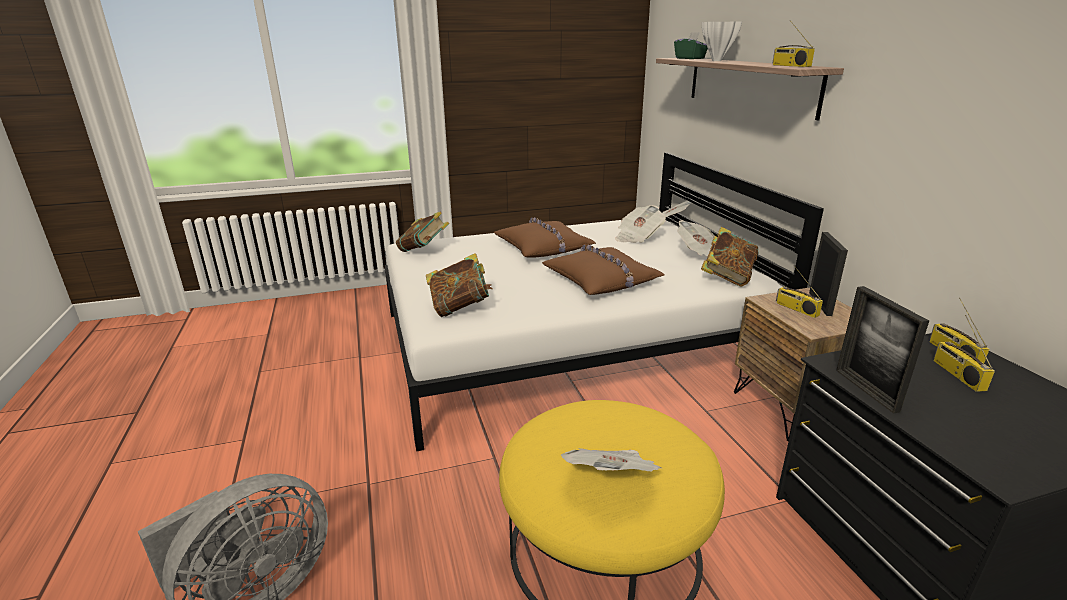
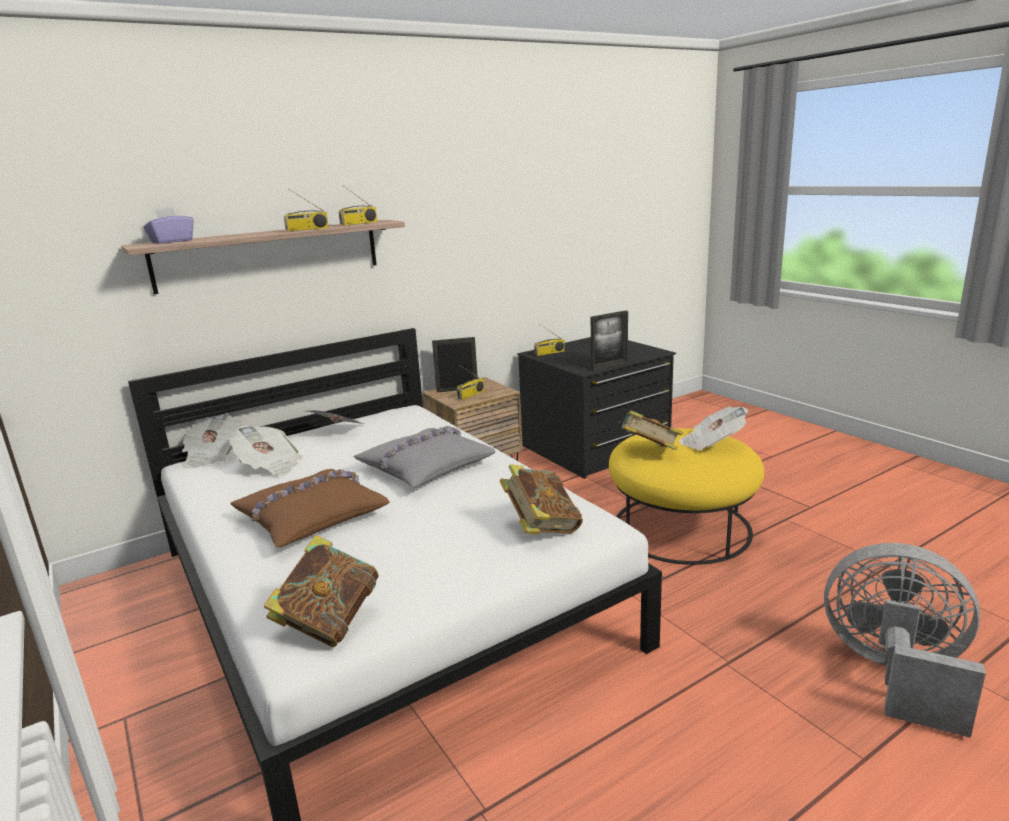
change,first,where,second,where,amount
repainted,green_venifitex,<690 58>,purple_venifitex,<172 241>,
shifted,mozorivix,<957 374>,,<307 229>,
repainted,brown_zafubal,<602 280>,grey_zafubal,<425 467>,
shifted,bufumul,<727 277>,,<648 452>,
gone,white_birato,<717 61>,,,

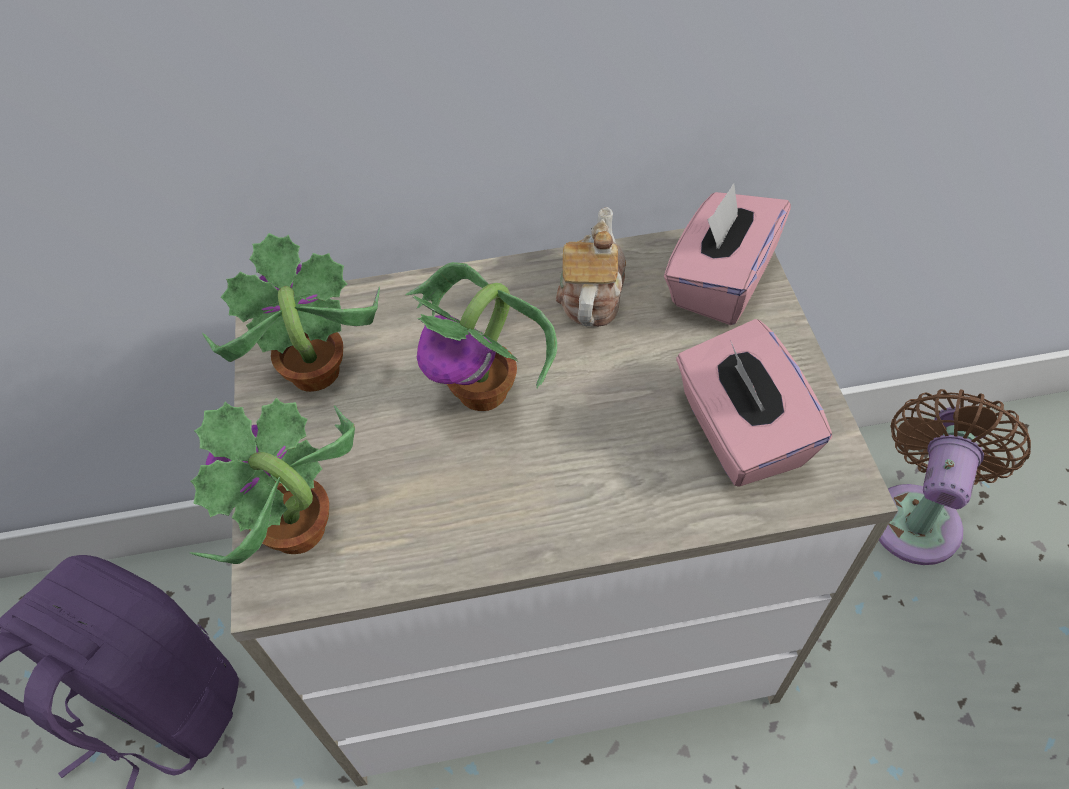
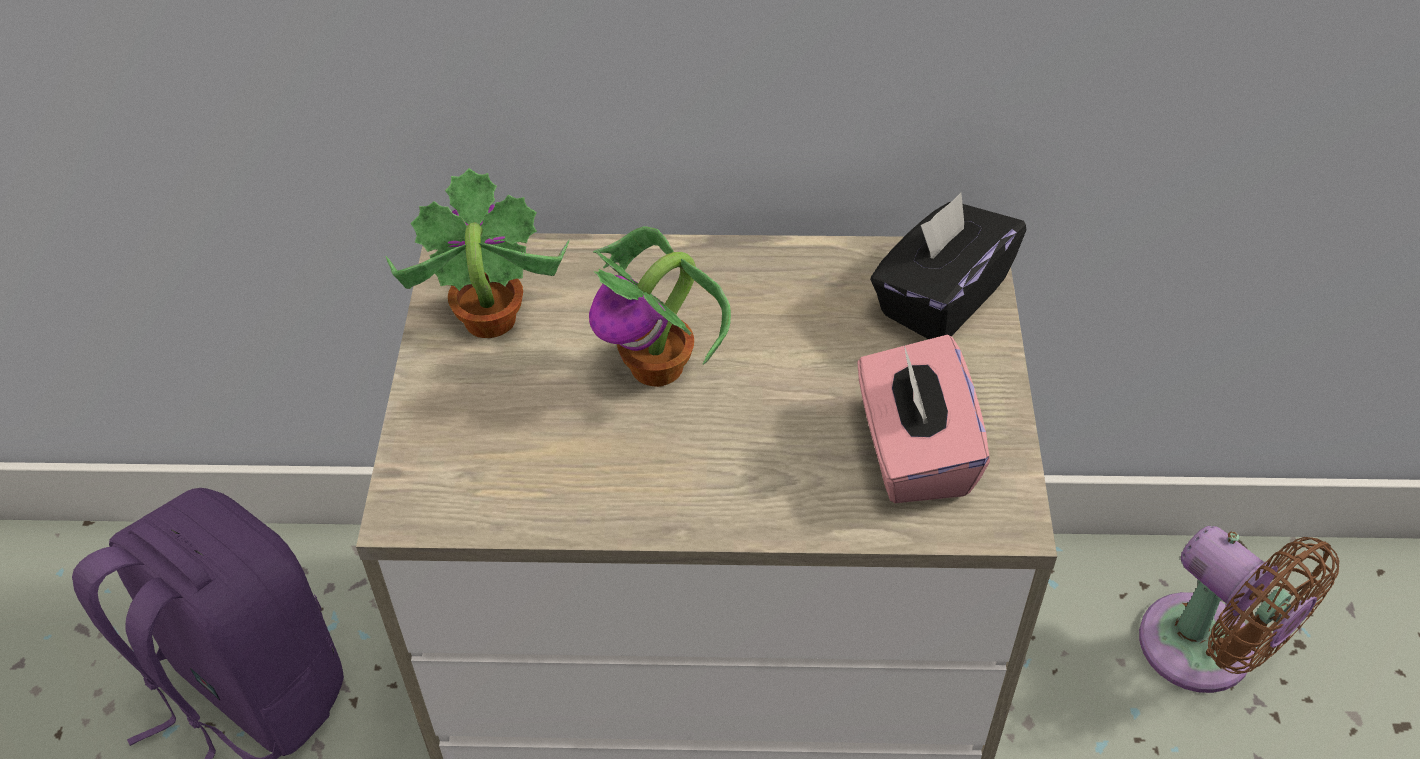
change,first,where,second,where,amount
repainted,pink_venifitex,<719 281>,black_venifitex,<940 298>,
rotated,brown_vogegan,<918 515>,,<1206 653>,105 degrees clockwise
gone,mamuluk,<297 531>,,,
gone,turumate,<591 295>,,,

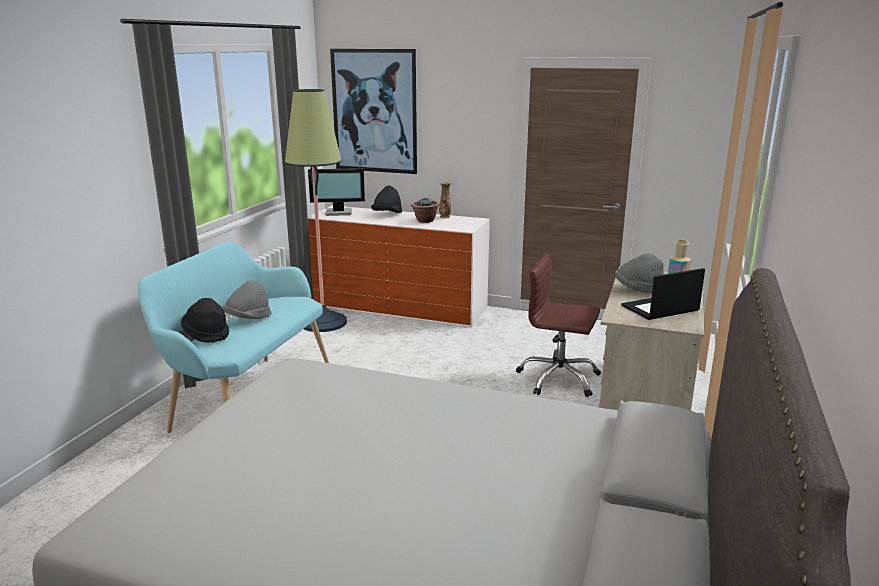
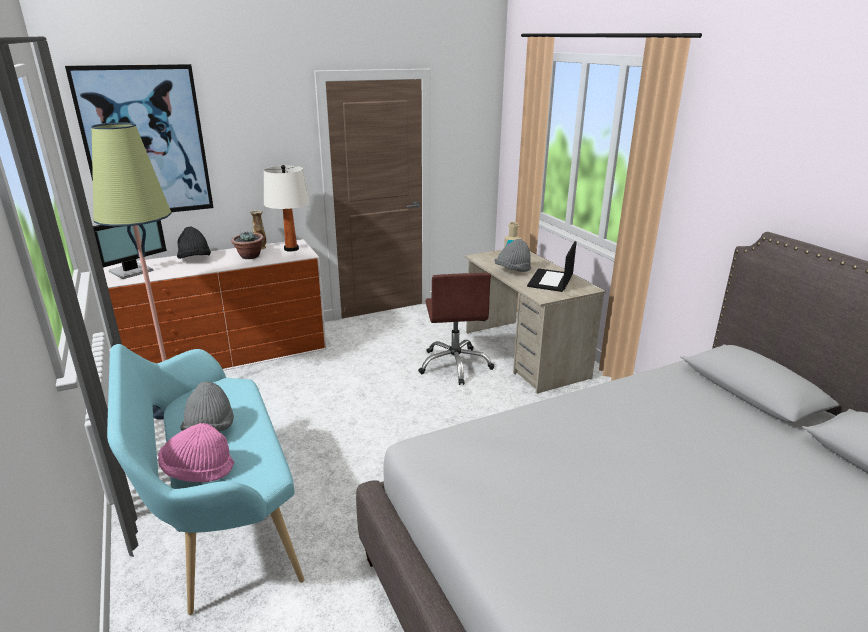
change,first,where,second,where,amount
repainted,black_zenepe,<207 334>,pink_zenepe,<198 470>,
new,,,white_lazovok,<291 249>,
rotated,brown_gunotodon,<558 379>,,<455 365>,75 degrees counterclockwise

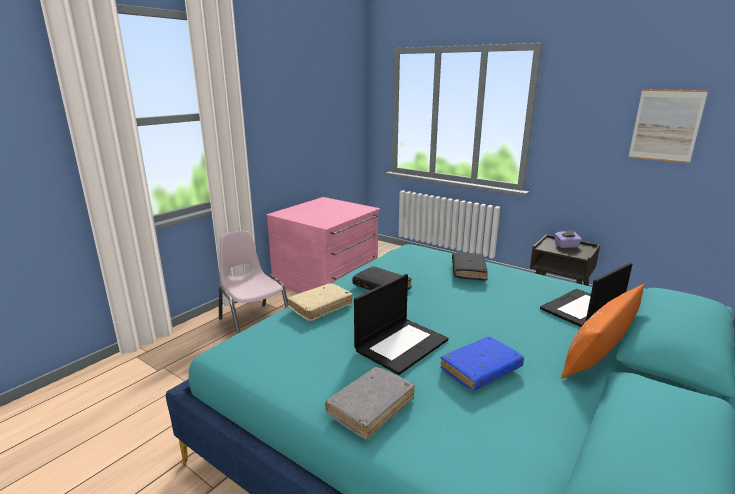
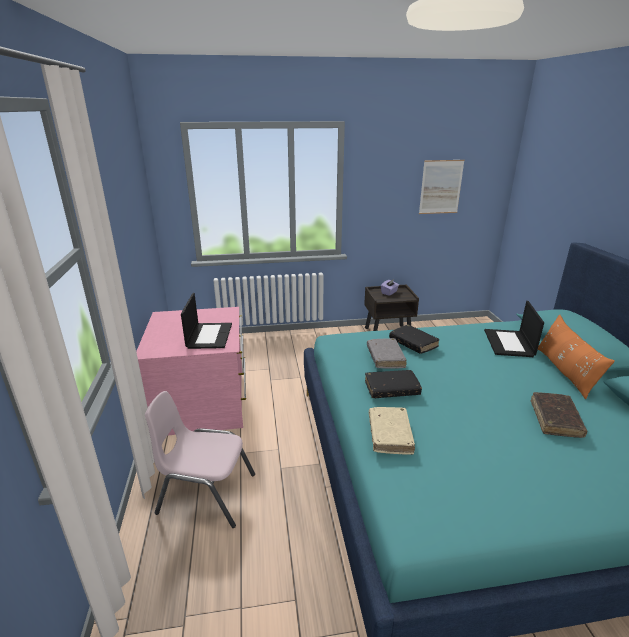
change,first,where,second,where,amount
shifted,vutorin,<401 344>,,<209 335>,
shifted,grey_bufumul,<371 407>,,<385 358>,
repainted,blue_bufumul,<480 369>,brown_bufumul,<555 419>,

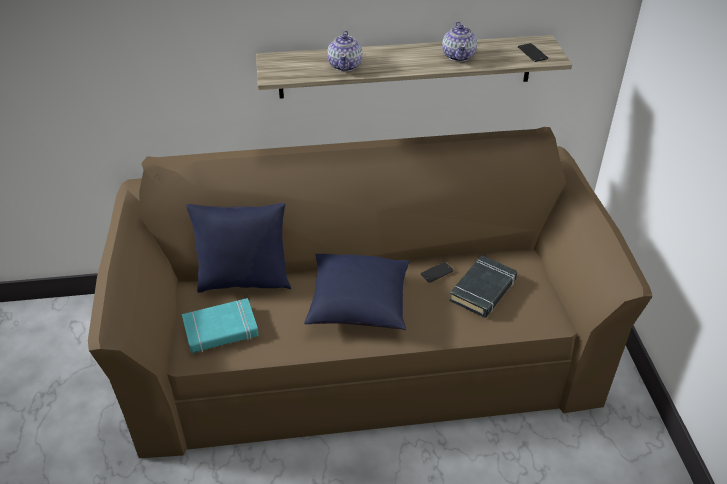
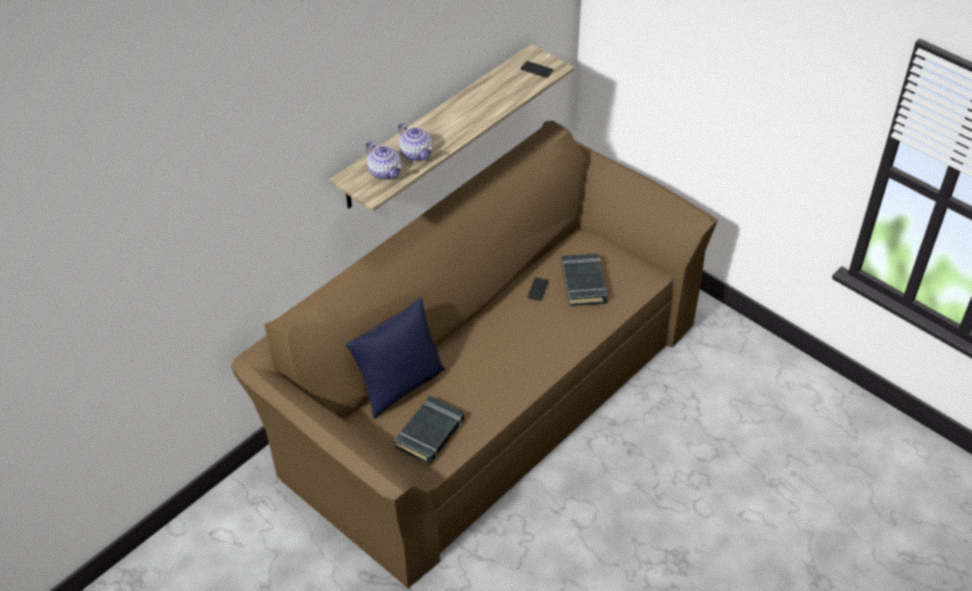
change,first,where,second,where,amount
shifted,turumate,<458 56>,,<384 172>,
repainted,turquoise_bufumul,<221 330>,black_bufumul,<430 433>,
gone,blue_zafubal,<358 305>,,,

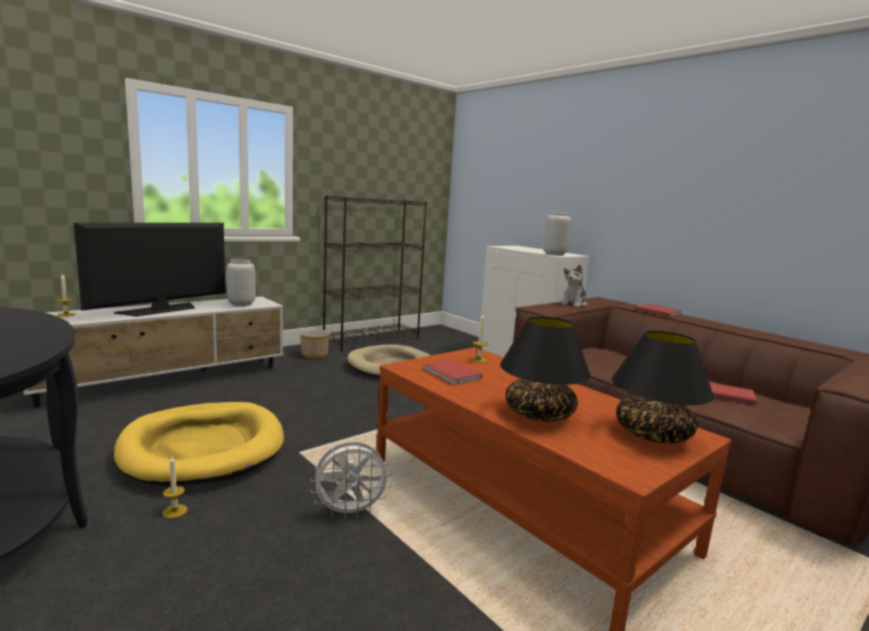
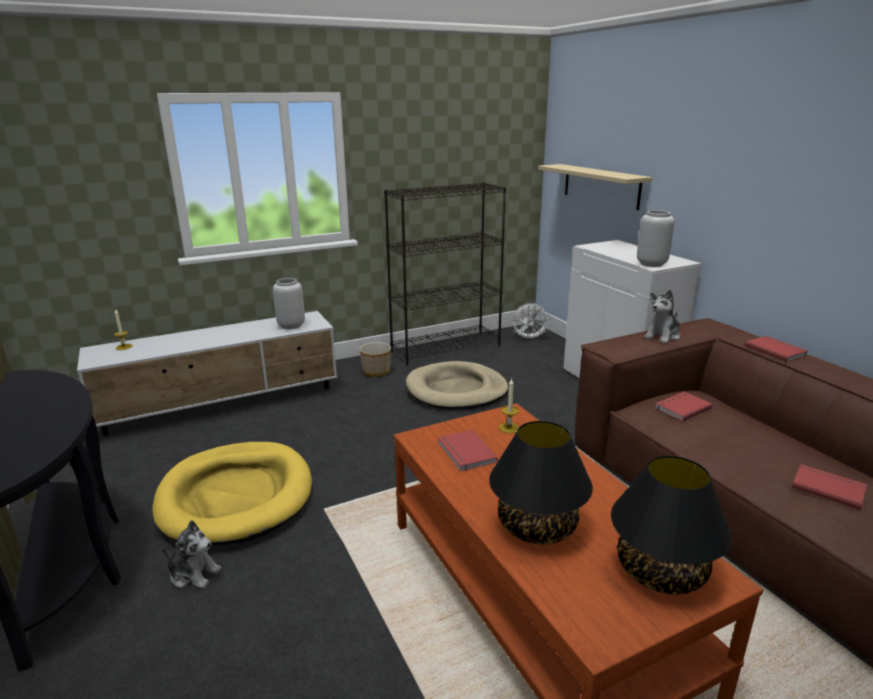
change,first,where,second,where,amount
swapped,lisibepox,<175 511>,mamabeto,<193 573>,
shifted,white_vogegan,<350 512>,,<529 338>,
new,,,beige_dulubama,<601 186>,
new,,,red_bufumul,<681 407>,
gone,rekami,<160 310>,,,

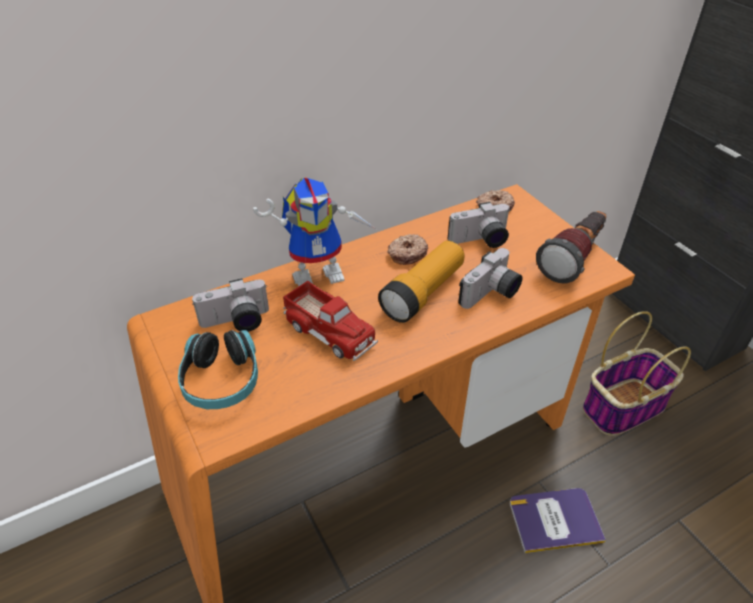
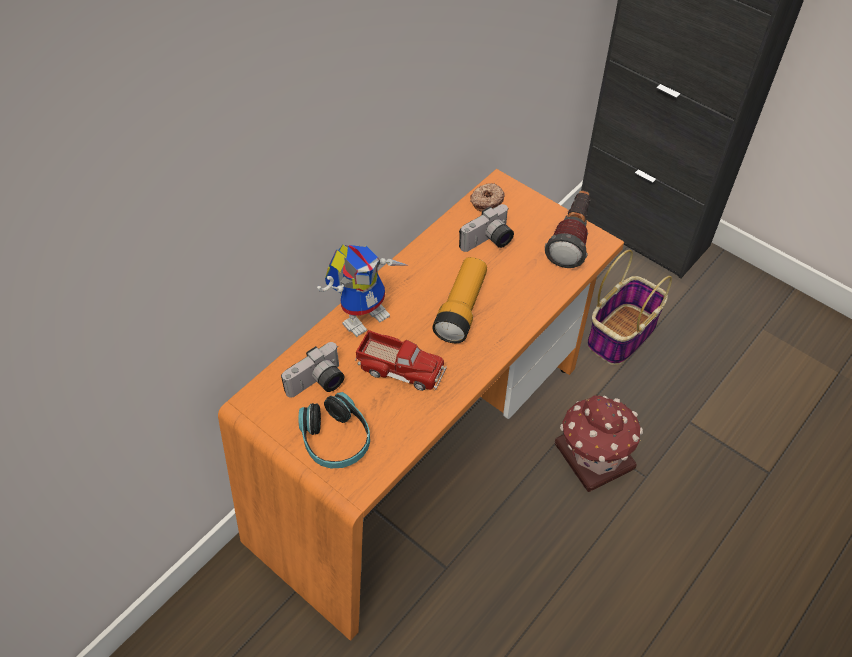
change,first,where,second,where,amount
swapped,bufumul,<555 520>,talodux,<593 454>,
gone,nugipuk,<407 254>,,,
gone,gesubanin,<491 294>,,,

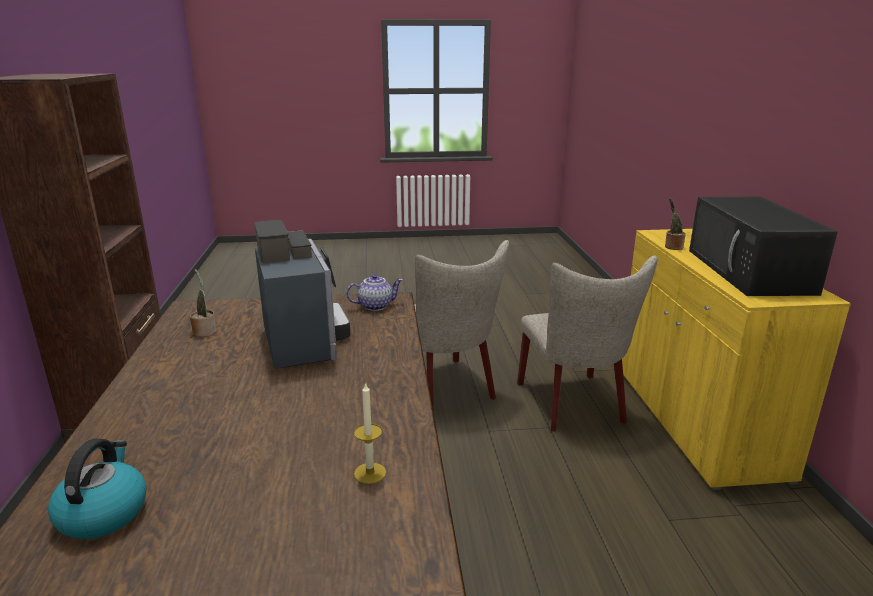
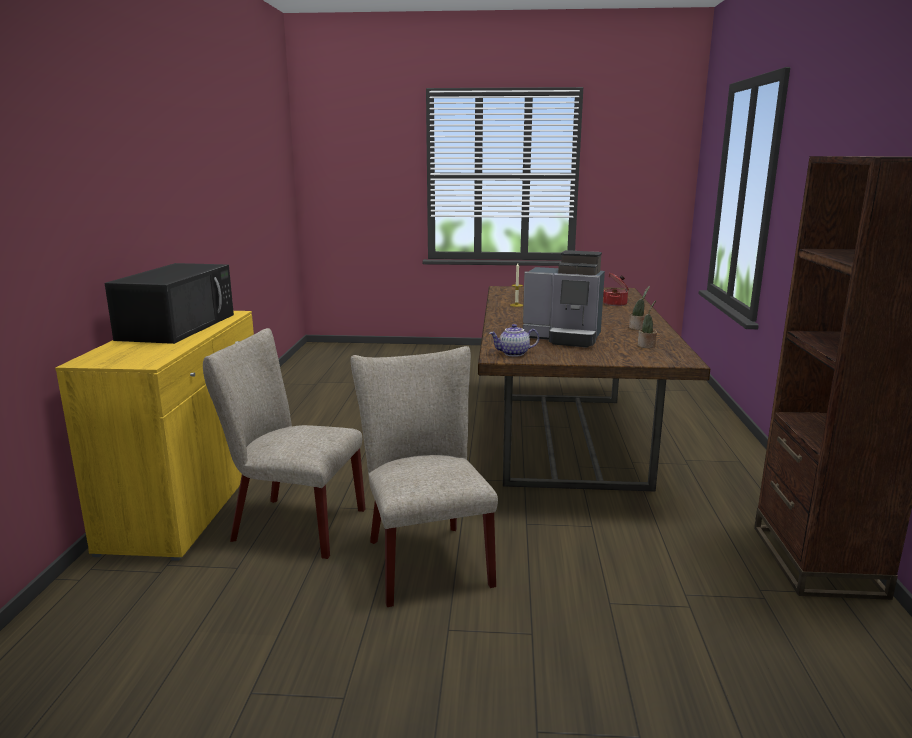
change,first,where,second,where,amount
rotated,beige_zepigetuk,<574 405>,,<290 524>,75 degrees counterclockwise
rotated,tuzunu,<305 342>,,<564 338>,60 degrees counterclockwise
swapped,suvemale,<103 513>,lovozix,<615 304>,
shifted,mamuluk,<672 247>,,<638 328>,

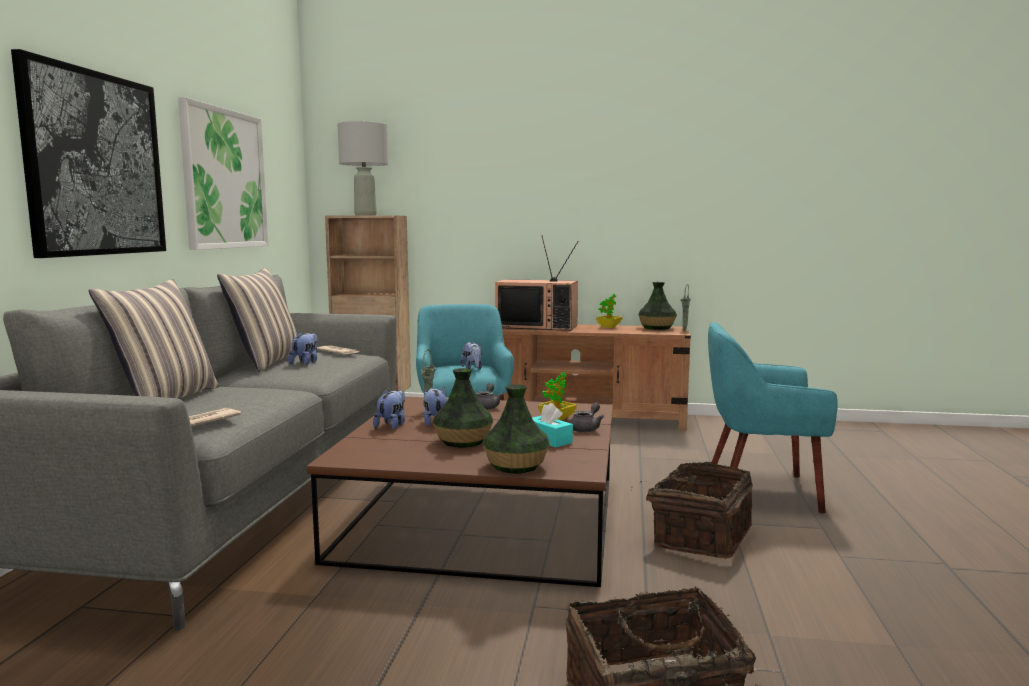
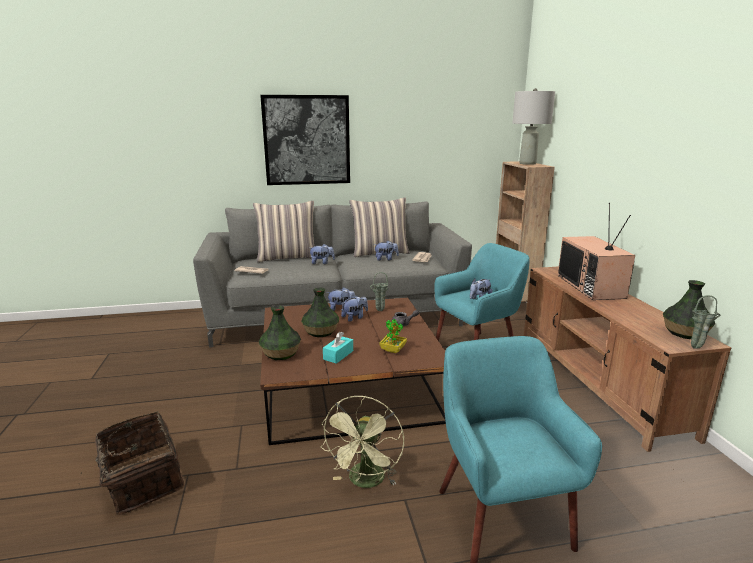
change,first,where,second,where,amount
new,,,mamabeto,<322 263>,
swapped,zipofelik,<699 536>,green_vogegan,<366 482>,
gone,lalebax,<224 179>,,,
gone,grey_turumate,<586 429>,,,
gone,mamuluk,<609 327>,,,

